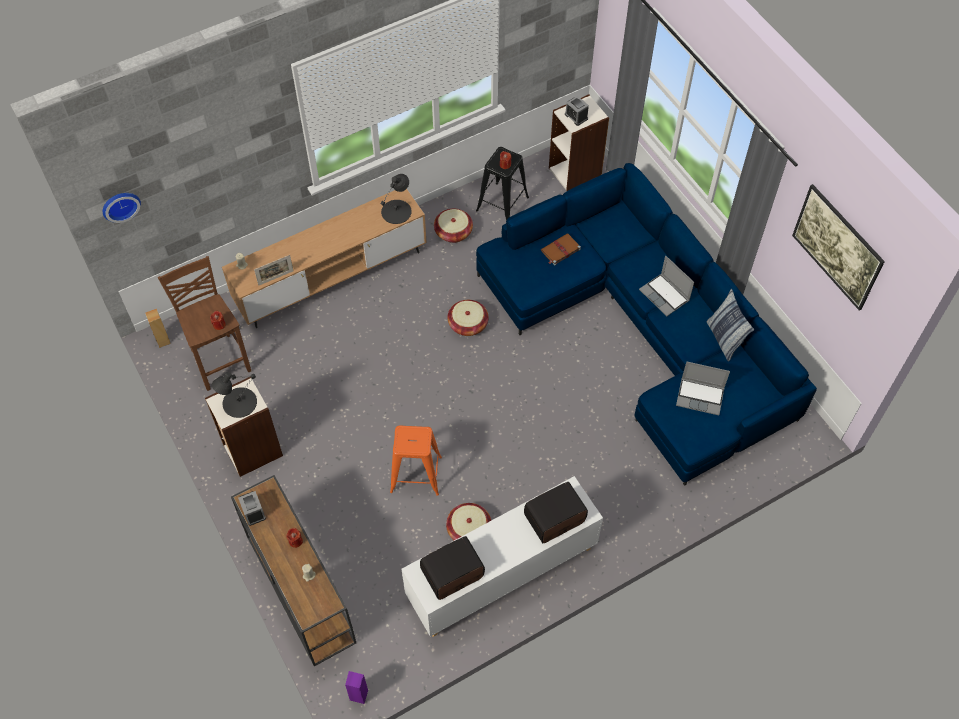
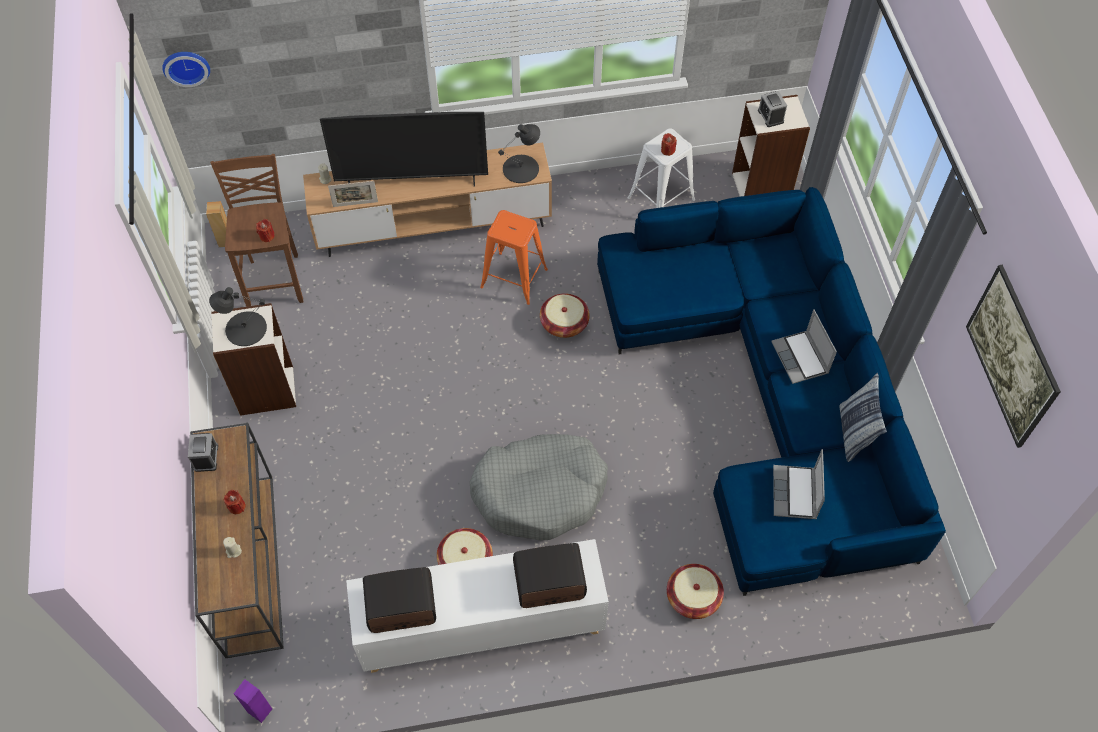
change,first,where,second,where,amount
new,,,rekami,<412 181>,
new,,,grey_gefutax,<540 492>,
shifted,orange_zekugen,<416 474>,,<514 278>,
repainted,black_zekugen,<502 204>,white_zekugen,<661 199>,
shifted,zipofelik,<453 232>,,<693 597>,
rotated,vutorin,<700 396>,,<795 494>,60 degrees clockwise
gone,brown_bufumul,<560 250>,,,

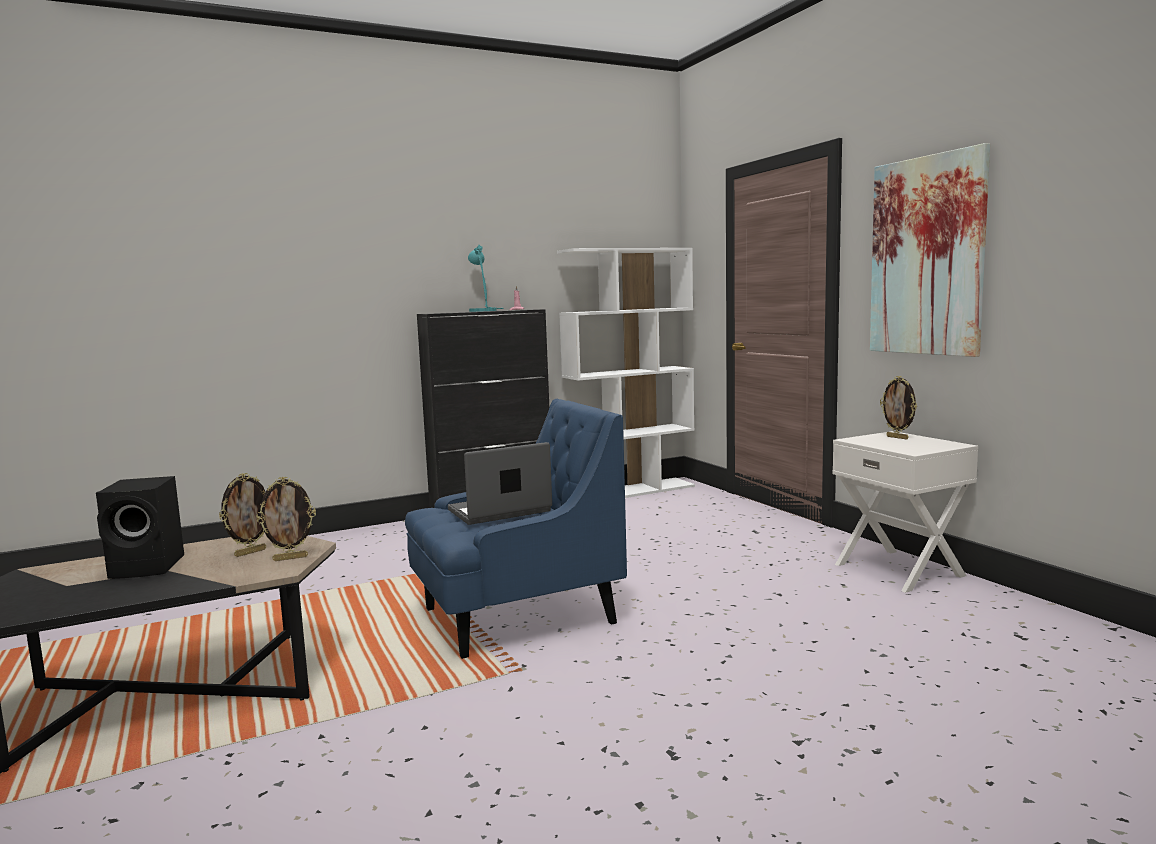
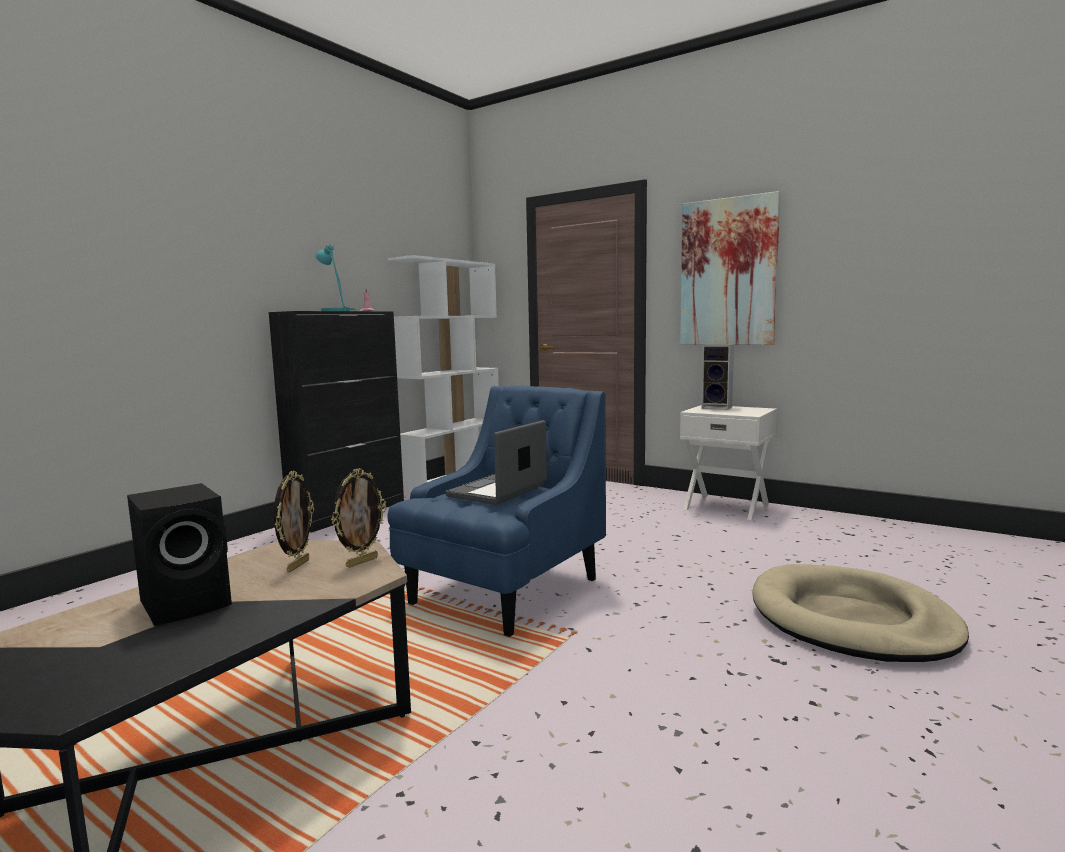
change,first,where,second,where,amount
swapped,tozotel,<897 437>,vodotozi,<718 407>,
new,,,beige_gefutax,<851 620>,

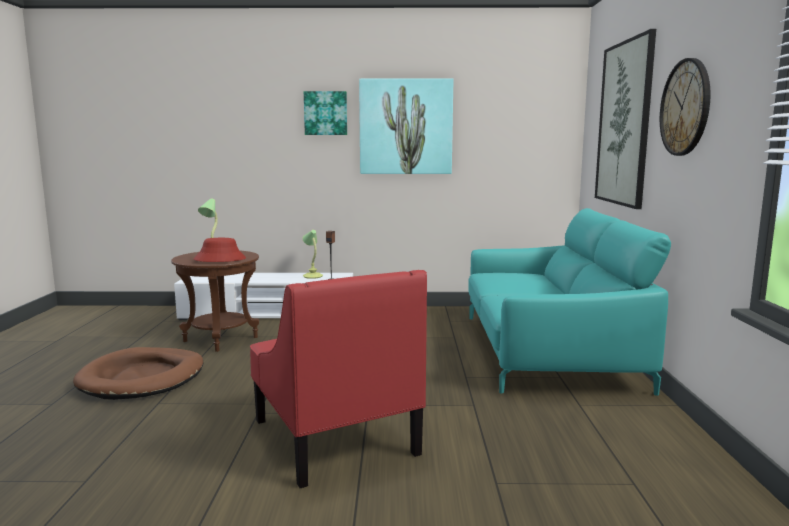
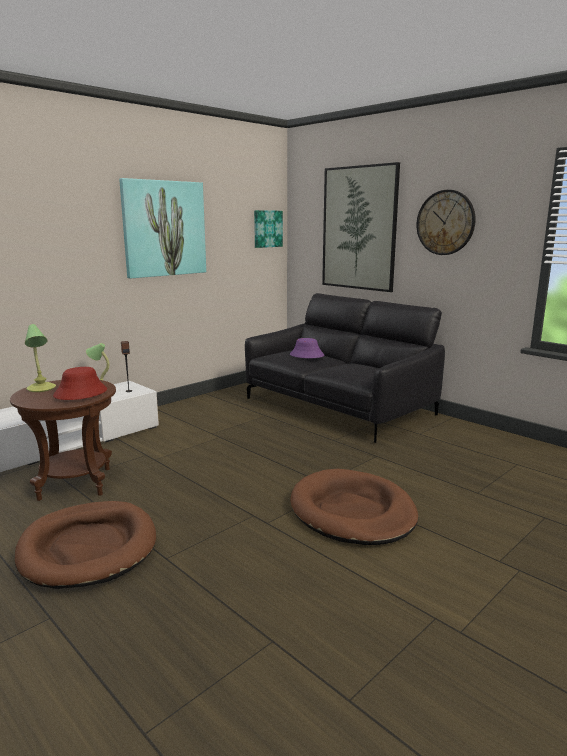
change,first,where,second,where,amount
repainted,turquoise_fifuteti,<547 351>,black_fifuteti,<338 407>,
shifted,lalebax,<325 113>,,<267 229>,
new,,,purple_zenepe,<306 355>,
swapped,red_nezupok,<333 436>,brown_gefutax,<352 512>,

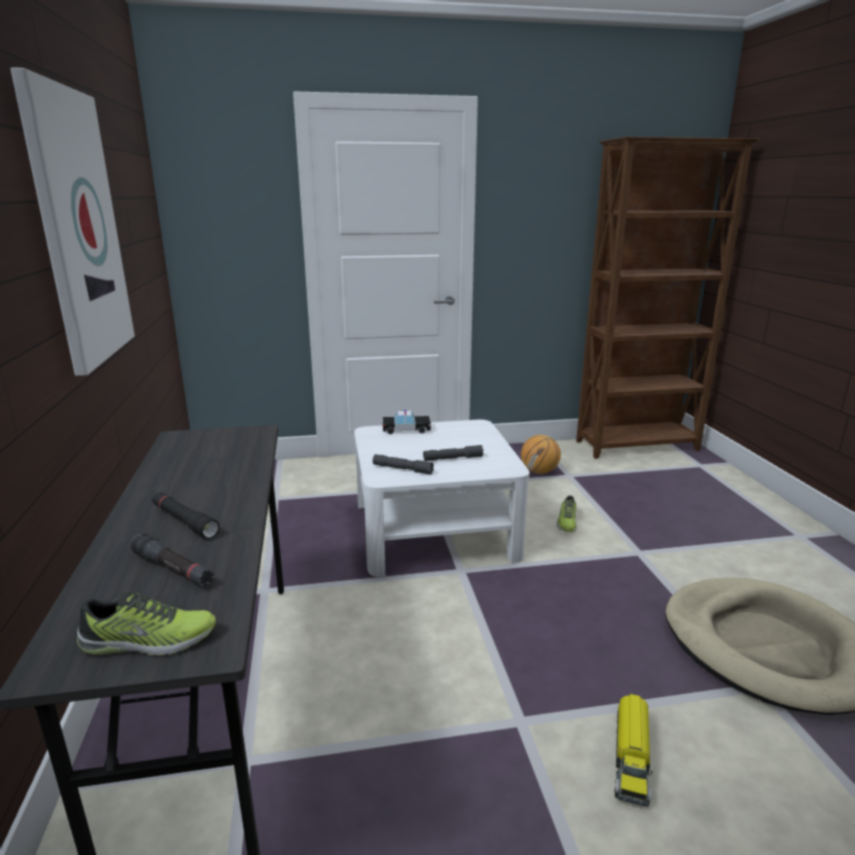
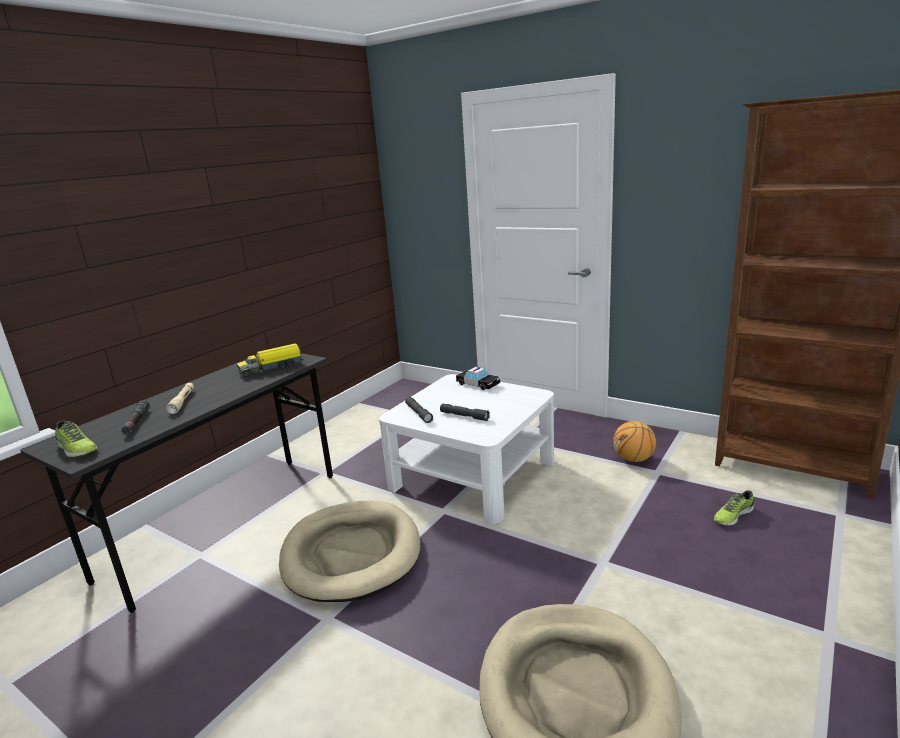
change,first,where,second,where,amount
repainted,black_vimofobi,<184 521>,beige_vimofobi,<182 402>,
shifted,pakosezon,<631 757>,,<272 368>,
new,,,beige_gefutax,<351 554>,
shifted,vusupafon,<566 522>,,<732 515>,
gone,lalebax,<76 229>,,,

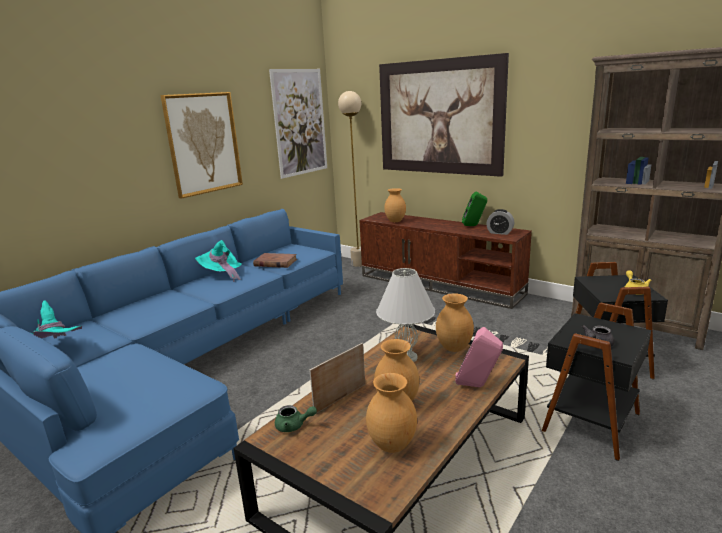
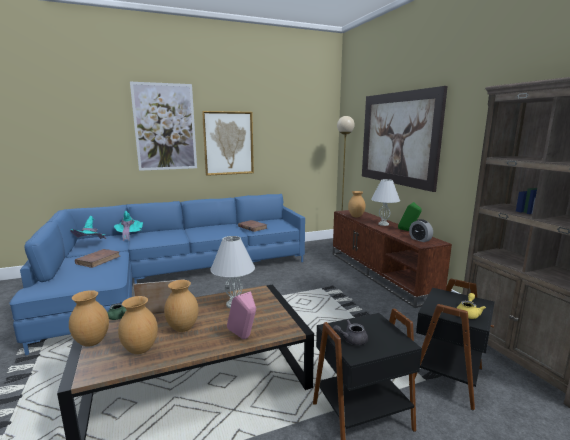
change,first,where,second,where,amount
shifted,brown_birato,<453 348>,,<91 342>,
new,,,brown_bufumul,<98 260>,
shifted,turquoise_zenepe,<221 275>,,<129 235>,
shifted,lalebax,<300 122>,,<165 127>,
new,,,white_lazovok,<383 224>,

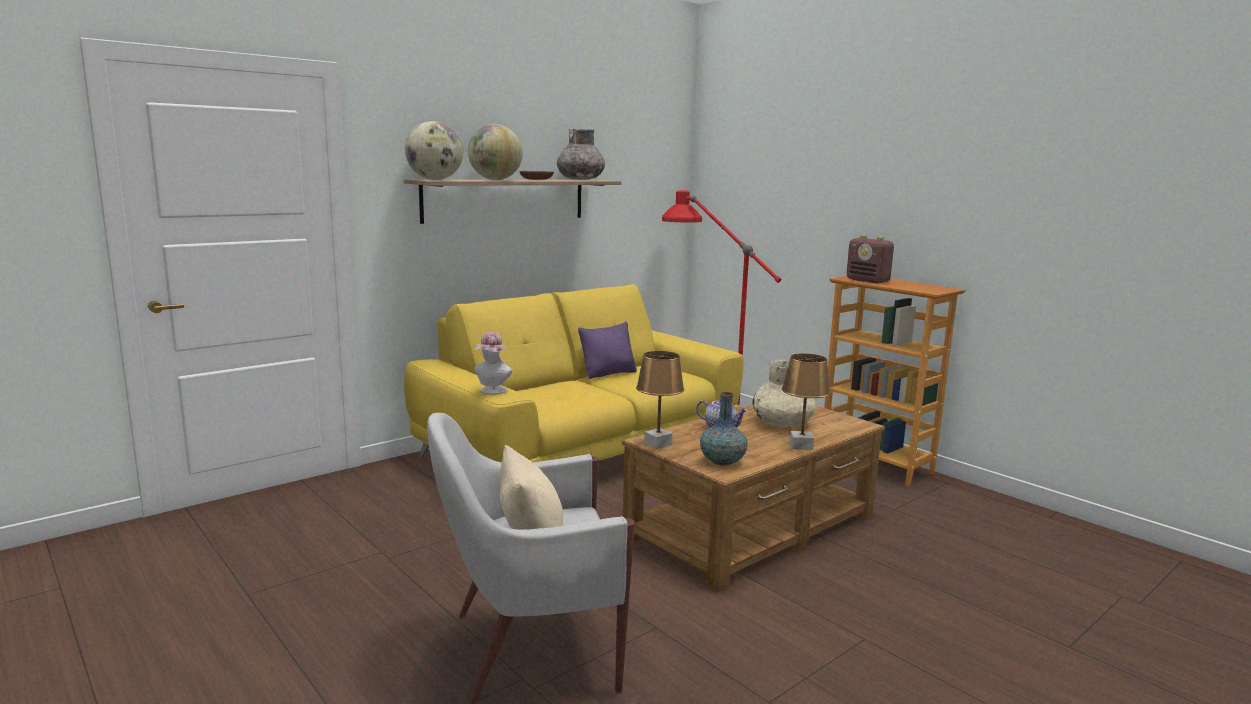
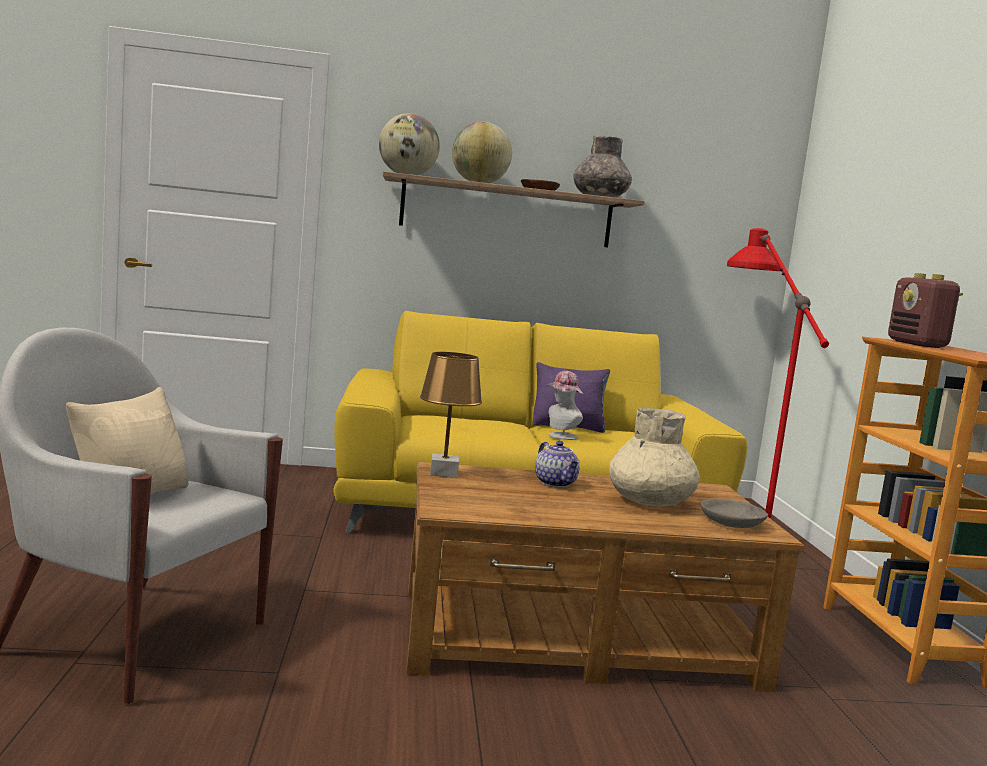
change,first,where,second,where,amount
shifted,zenepe,<492 391>,,<560 436>,
new,,,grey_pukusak,<733 523>,
gone,birato,<722 462>,,,
gone,brown_lazovok,<801 446>,,,

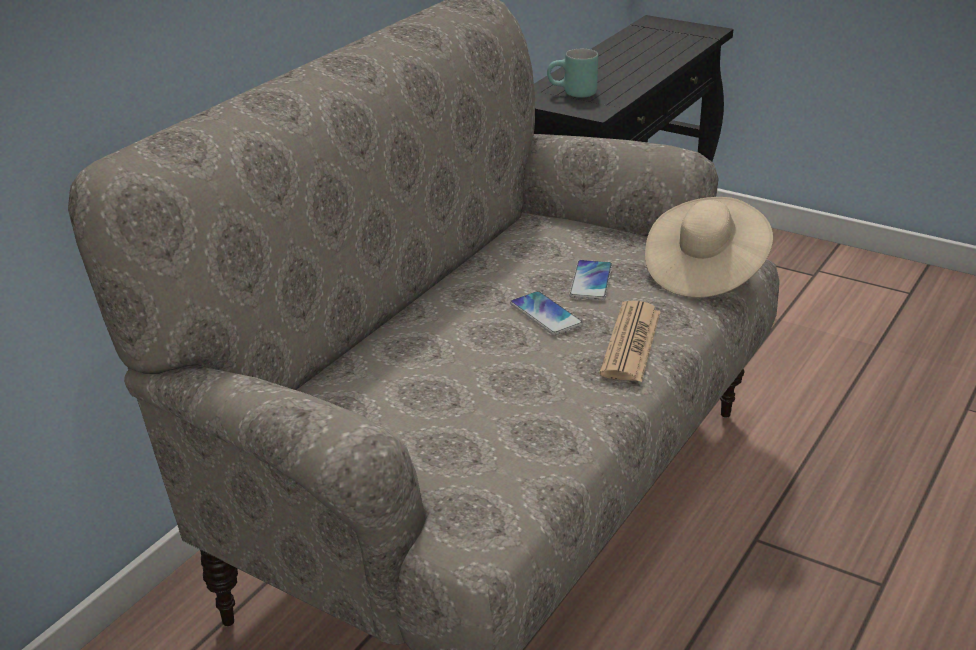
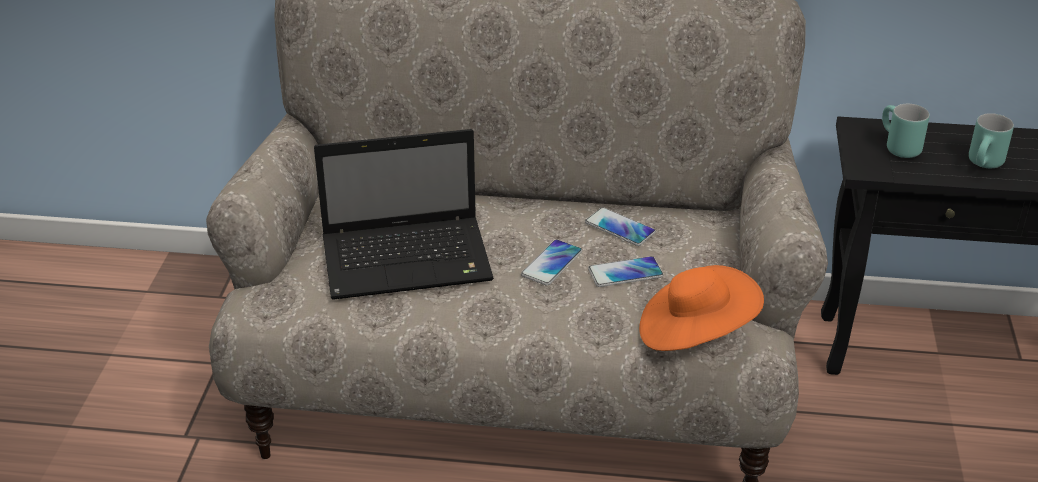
change,first,where,second,where,amount
new,,,vutorin,<410 260>,
new,,,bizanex,<619 228>,
repainted,beige_zenepe,<704 272>,orange_zenepe,<695 333>,
new,,,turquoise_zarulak,<986 165>,
gone,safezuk,<631 343>,,,

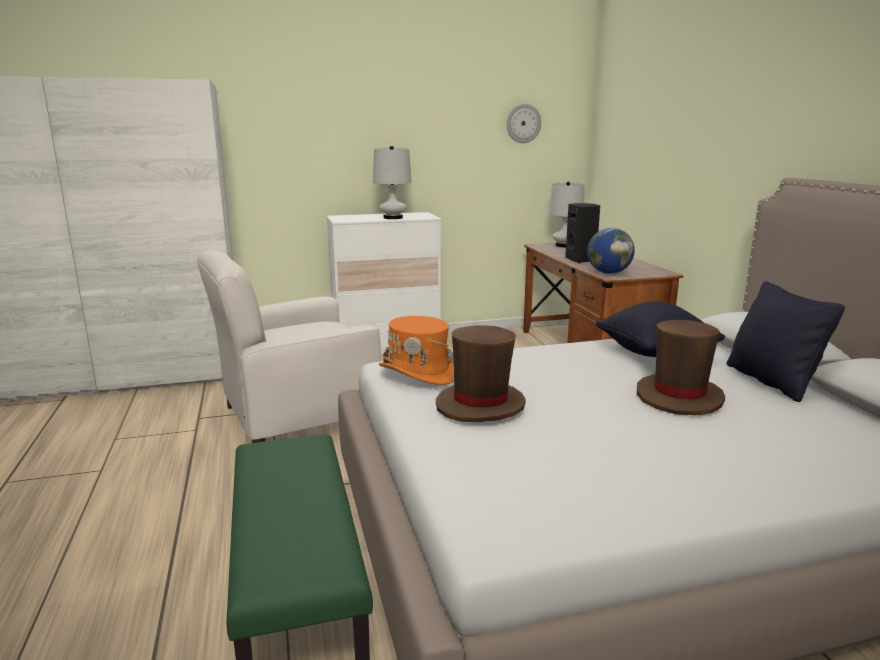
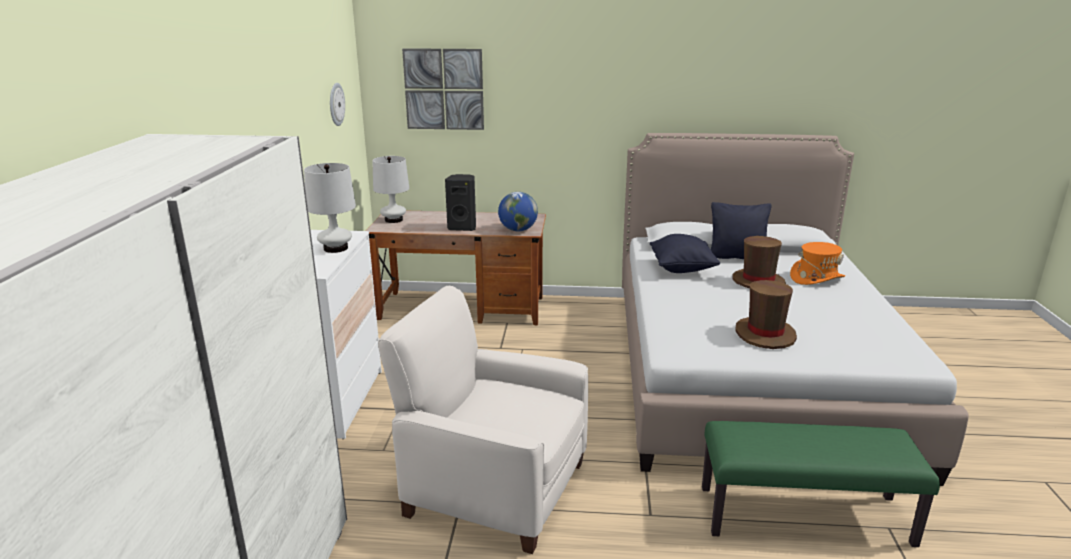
change,first,where,second,where,amount
rotated,white_nezupok,<297 418>,,<493 488>,120 degrees clockwise
new,,,lalebax,<444 89>,
shifted,orange_zenepe,<419 372>,,<816 278>,

